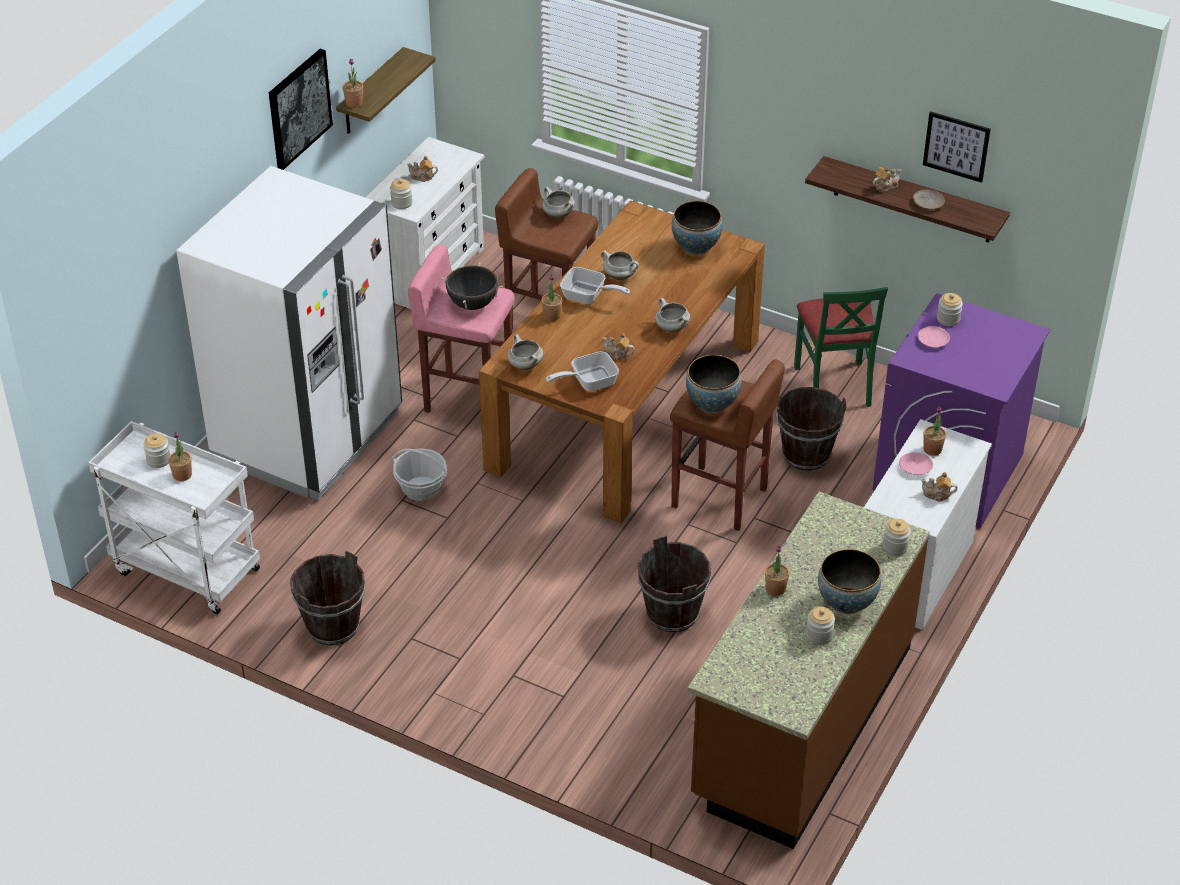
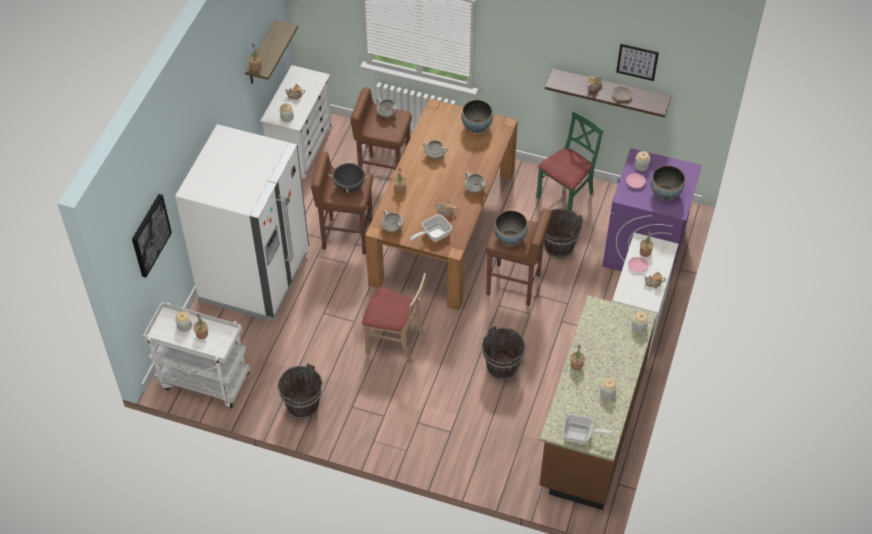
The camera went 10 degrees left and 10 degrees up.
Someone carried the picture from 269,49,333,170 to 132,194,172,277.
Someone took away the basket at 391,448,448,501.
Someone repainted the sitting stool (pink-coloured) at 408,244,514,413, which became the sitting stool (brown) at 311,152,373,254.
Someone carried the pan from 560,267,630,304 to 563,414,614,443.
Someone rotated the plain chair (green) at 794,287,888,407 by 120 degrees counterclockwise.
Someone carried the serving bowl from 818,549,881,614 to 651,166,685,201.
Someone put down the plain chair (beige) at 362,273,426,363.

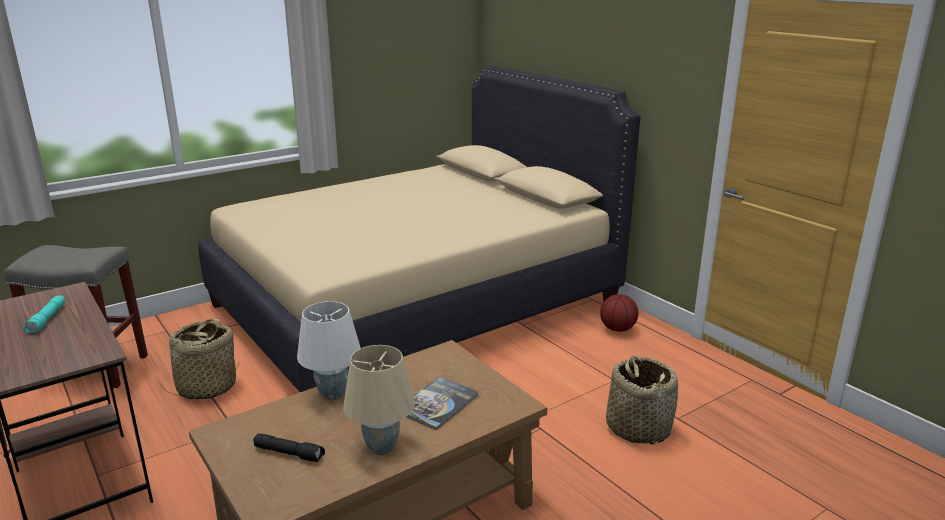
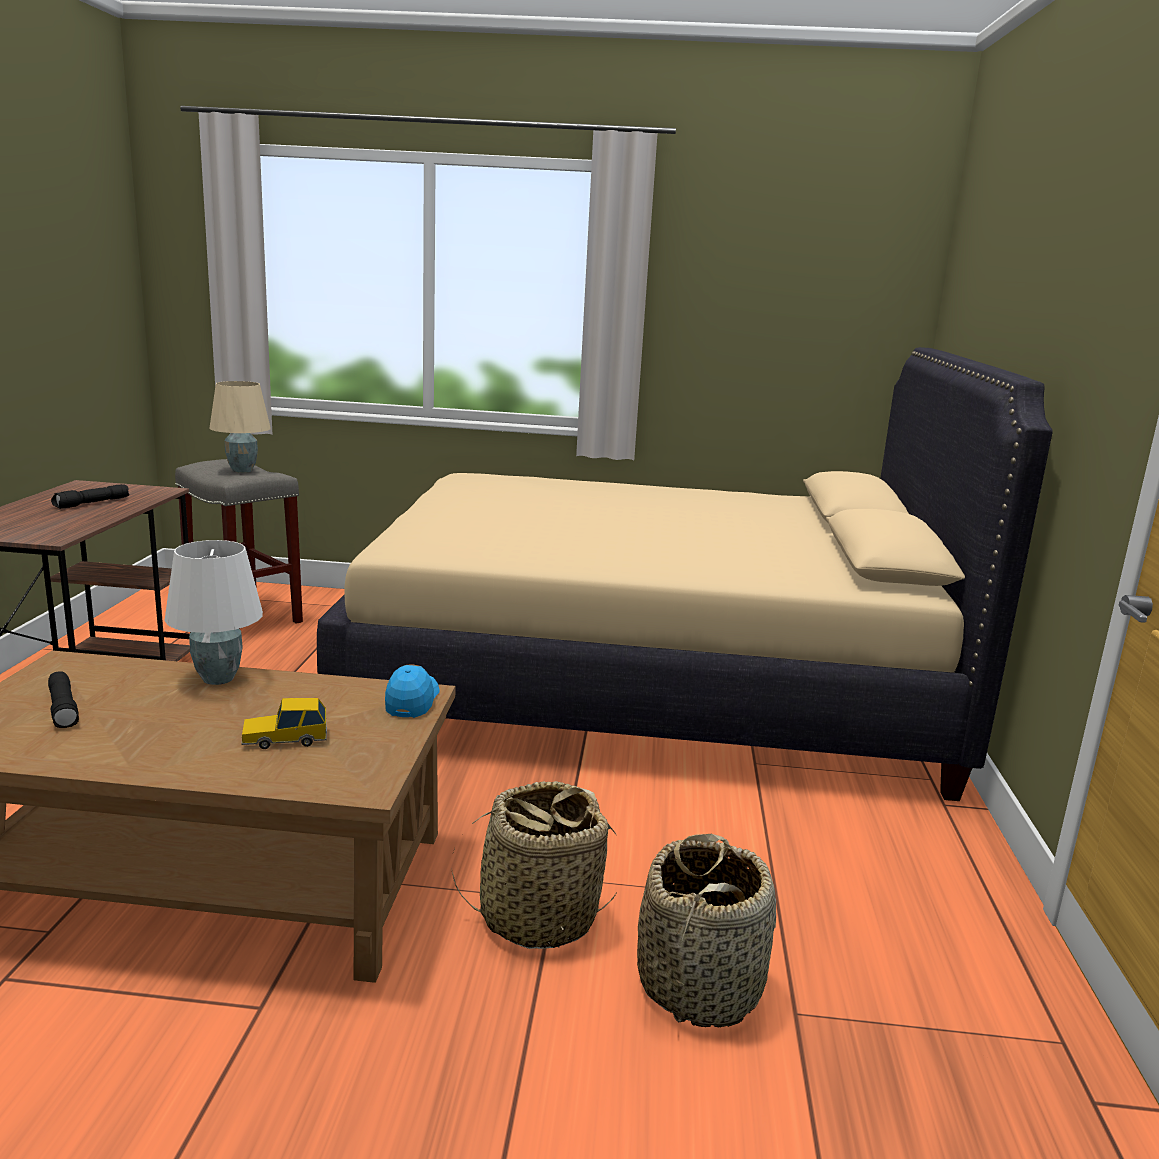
The camera went 40 degrees right and 5 degrees down.
Someone repainted the hand torch (blue-green) at 24,295,65,333, which became the hand torch (black-coloured) at 51,484,129,509.
Someone carried the basket from 161,319,239,399 to 451,781,618,949.
Someone carried the tabletop lamp (beige) from 343,345,415,455 to 209,381,271,473.
Someone swapped the volume at 407,377,479,430 for the toy car at 241,698,327,749.
Someone took away the basketball ball at 600,294,638,332.
Someone put down the cap (blue-coloured) at 385,664,440,718.

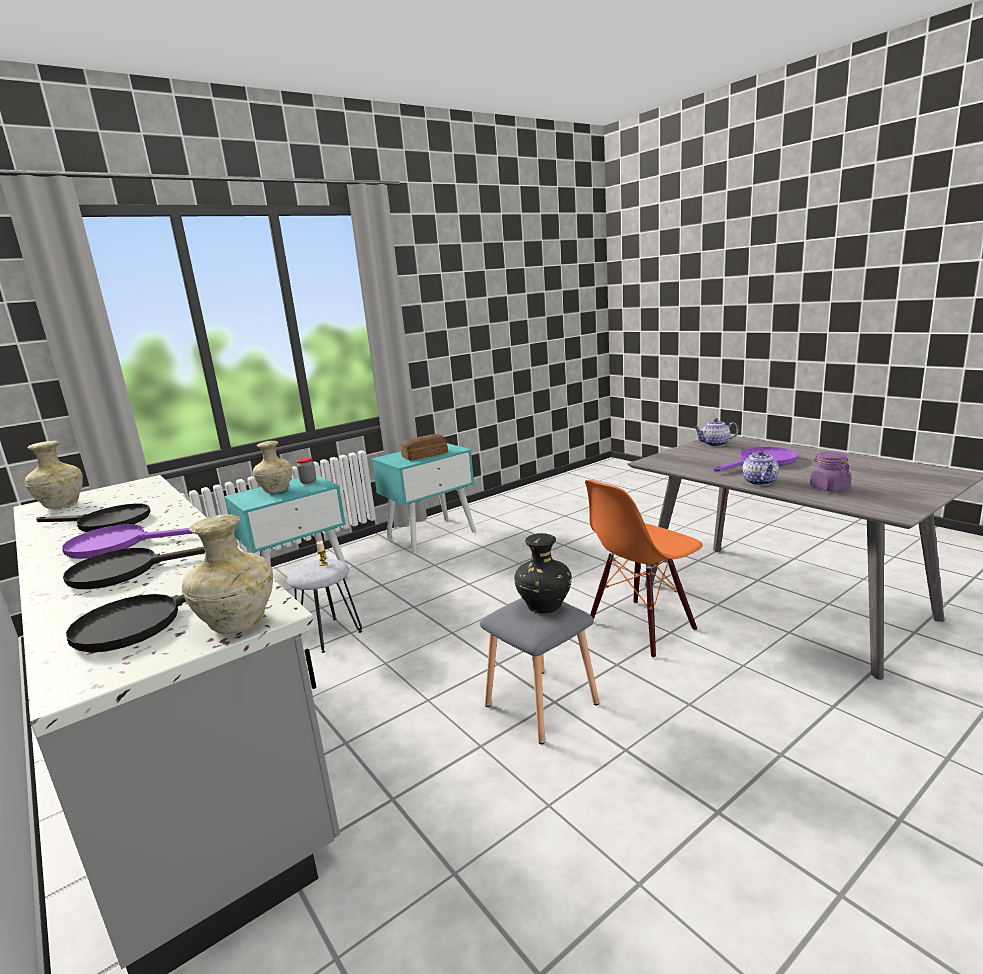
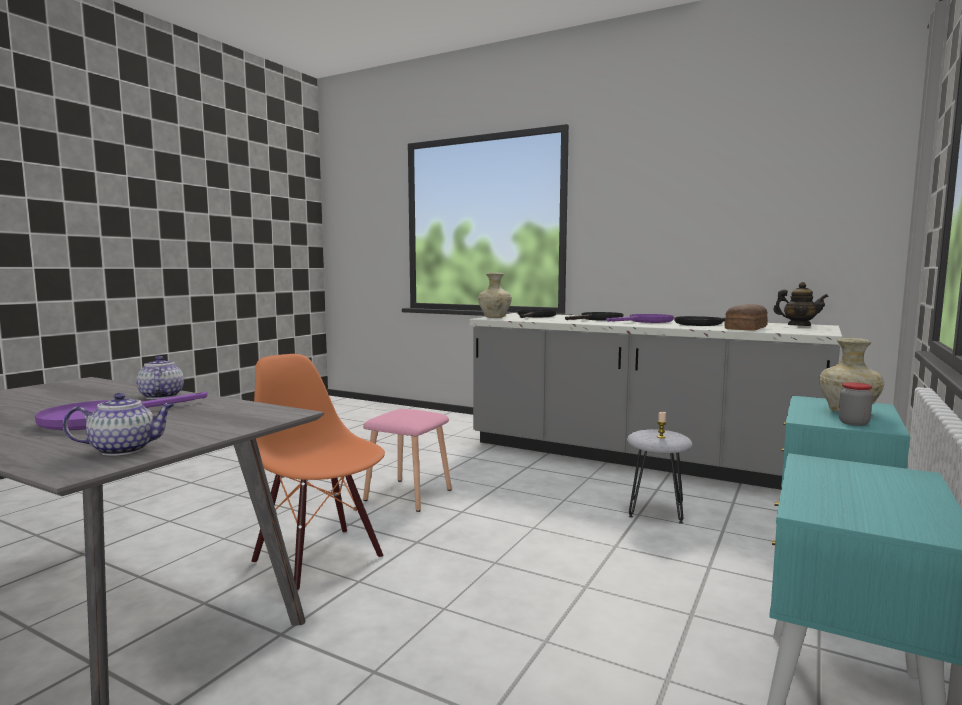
The camera went 155 degrees right and 10 degrees down.
Someone swapped the flower vase (beige) at 25,441,83,508 for the teapot at 773,282,829,326.
Someone carried the bread from 401,434,448,461 to 725,304,768,331.
Someone repainted the sitting stool (gray) at 480,598,599,744, which became the sitting stool (pink-coloured) at 363,409,452,512.
Someone took away the flower vase (black-coloured) at 514,533,572,613.
Someone rotated the plain chair (orangey) at 585,480,703,658 by 75 degrees counterclockwise.
Someone took away the preserve jar (purple-coloured) at 810,452,852,491.

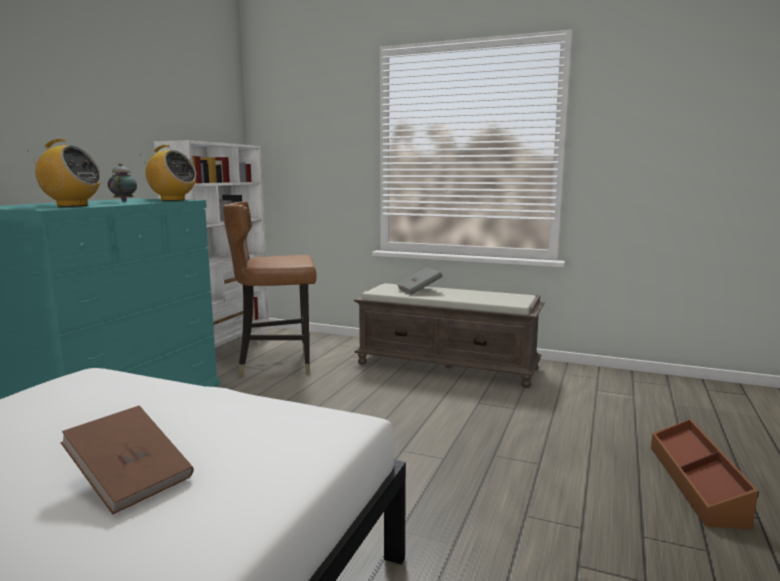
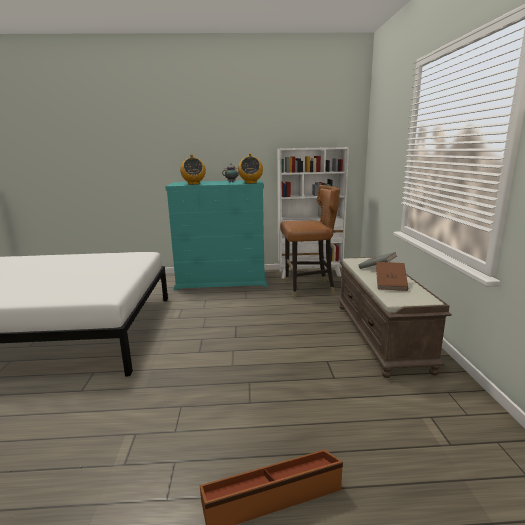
The camera went 65 degrees right and 5 degrees up.
Someone carried the volume (brown) from 61,406,194,514 to 376,262,408,291.
Someone rotated the plain chair (brown) at 222,201,317,377 by 120 degrees clockwise.

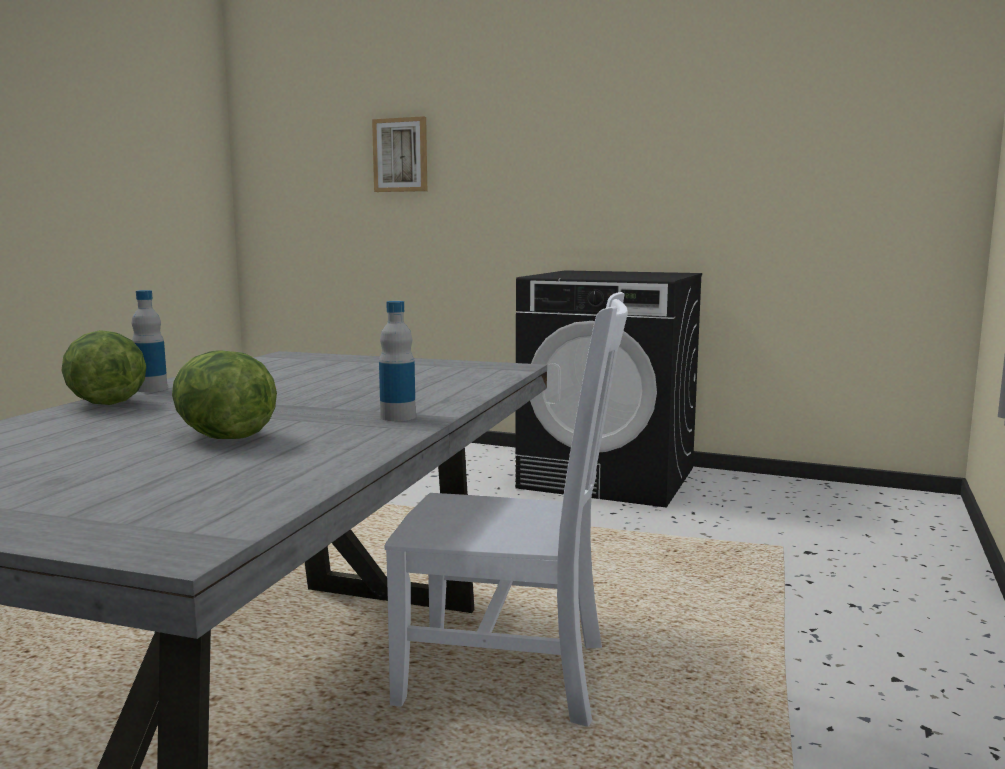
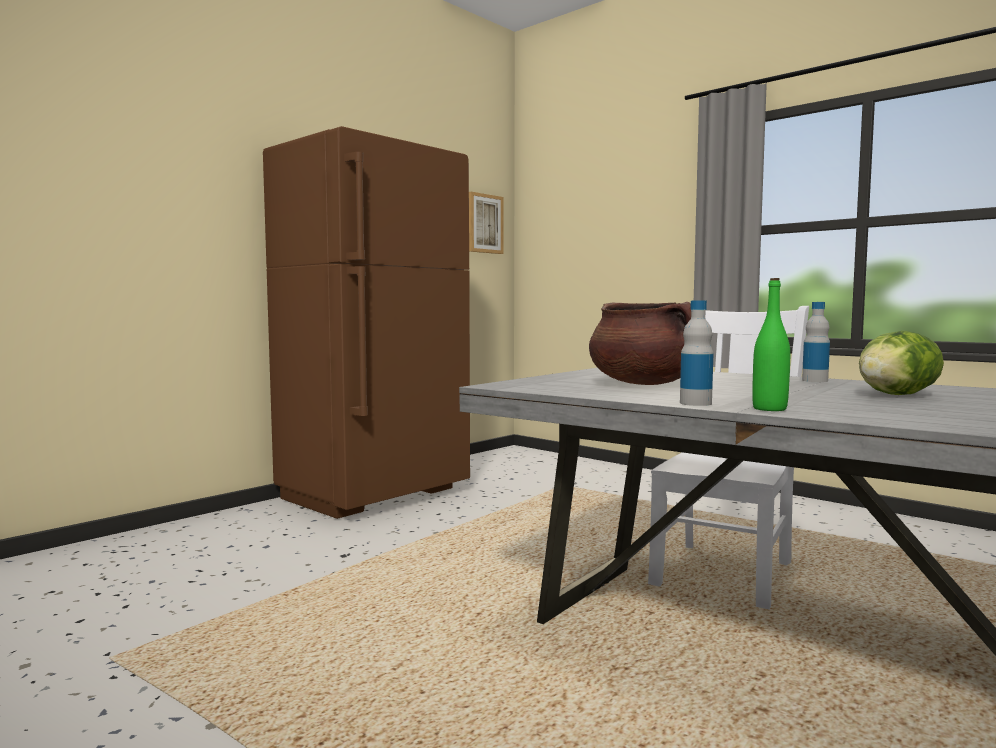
The camera went 70 degrees left and 5 degrees down.
Someone swapped the lettuce head at 61,330,146,405 for the beverage bottle (green) at 752,278,790,411.
Someone carried the picture from 372,116,427,192 to 469,192,504,254.
Someone swapped the washing machine (black-coloured) at 515,270,702,508 for the kitchen fridge (brown) at 263,126,470,519.
Someone put down the saucepot (brown) at 589,302,691,385.

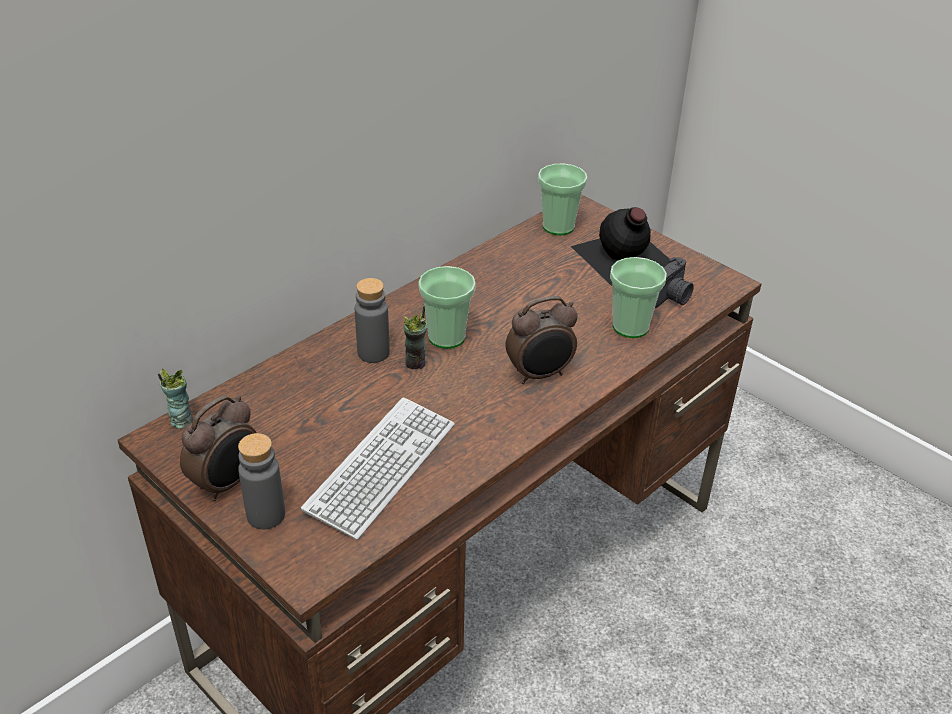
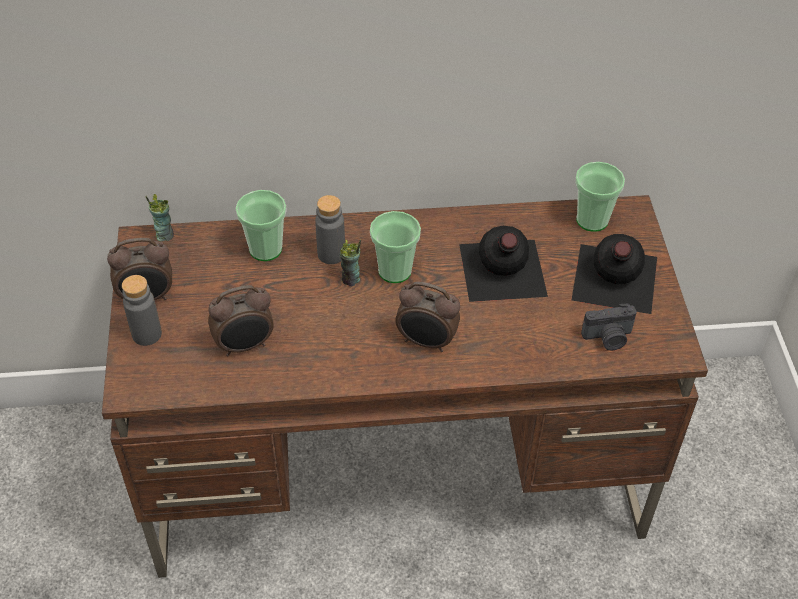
The camera went 40 degrees right and 10 degrees up.
Someone swapped the PC keyboard at 301,398,455,540 for the table clock at 208,285,274,357.
Someone carried the drinking cup from 610,257,667,338 to 236,190,287,261.
Someone put down the beverage bottle (black-coloured) at 459,226,548,302.

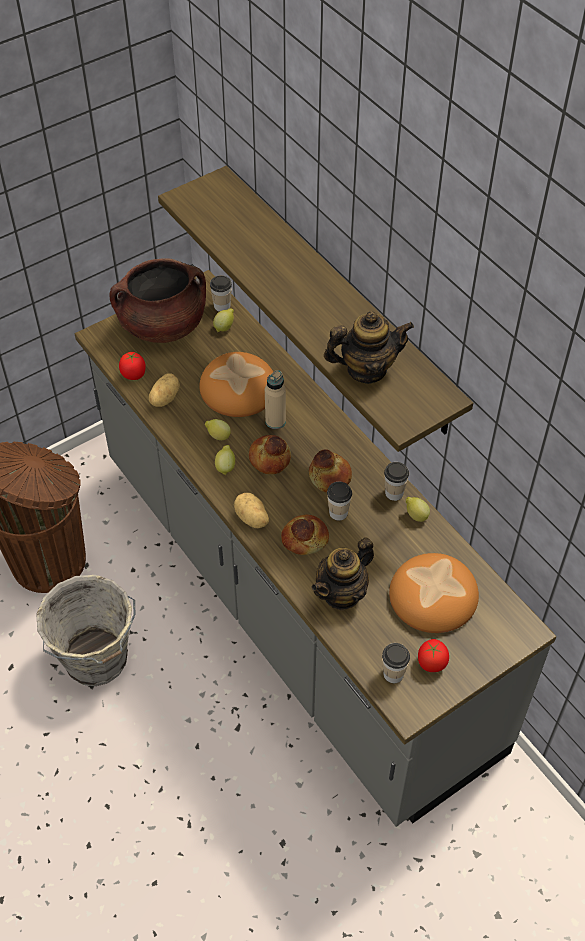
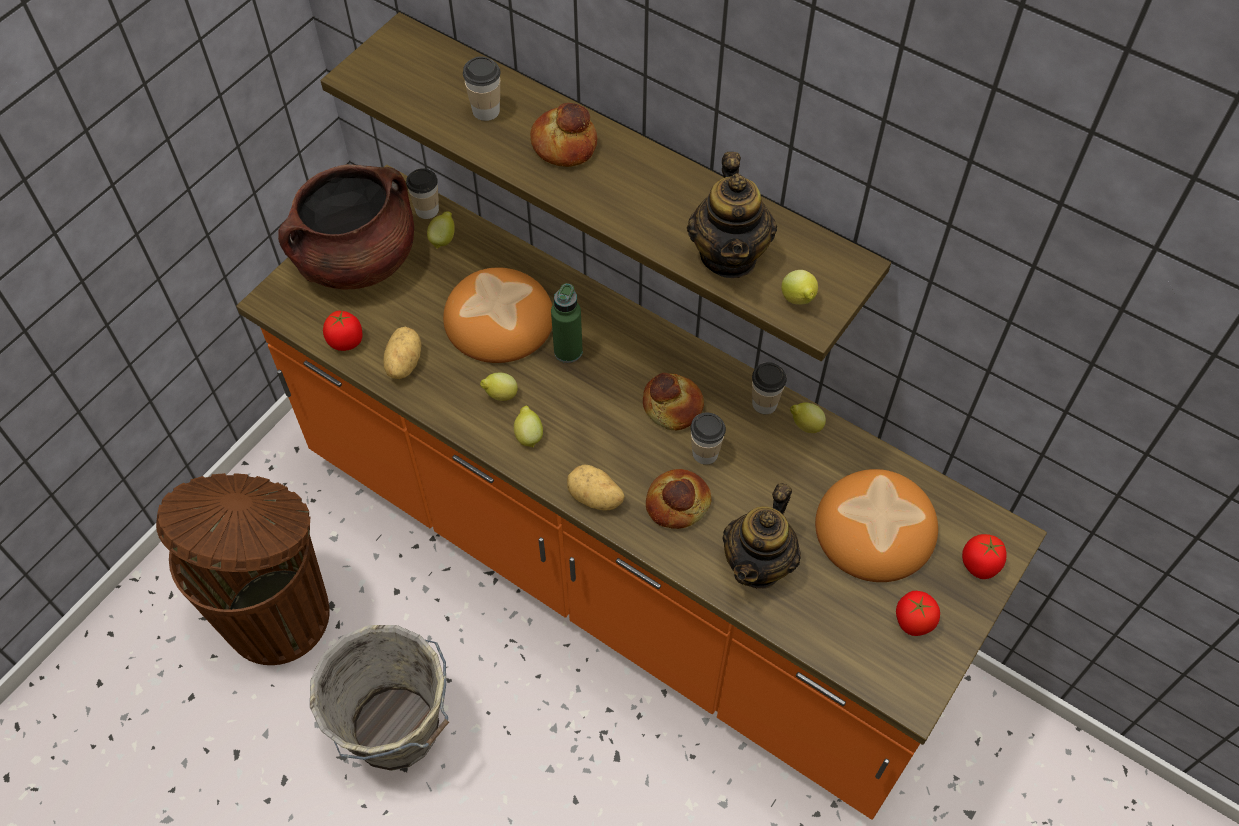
The camera went 20 degrees left and 5 degrees up.
Someone repainted the counter (gray) at 75,270,556,827, which became the counter (orangey) at 236,165,1047,820.
Someone carried the bread from 249,435,291,474 to 530,103,597,167.
Someone repainted the beverage bottle (beige) at 265,370,286,429, which became the beverage bottle (green) at 551,283,583,363.
Someone rotated the teapot at 324,311,414,384 by 120 degrees clockwise.
Someone carried the drinking cup from 382,643,410,683 to 463,56,501,121.
Someone put down the citrus fruit at 781,270,818,305.
Someone put down the tomato at 962,534,1007,579.

